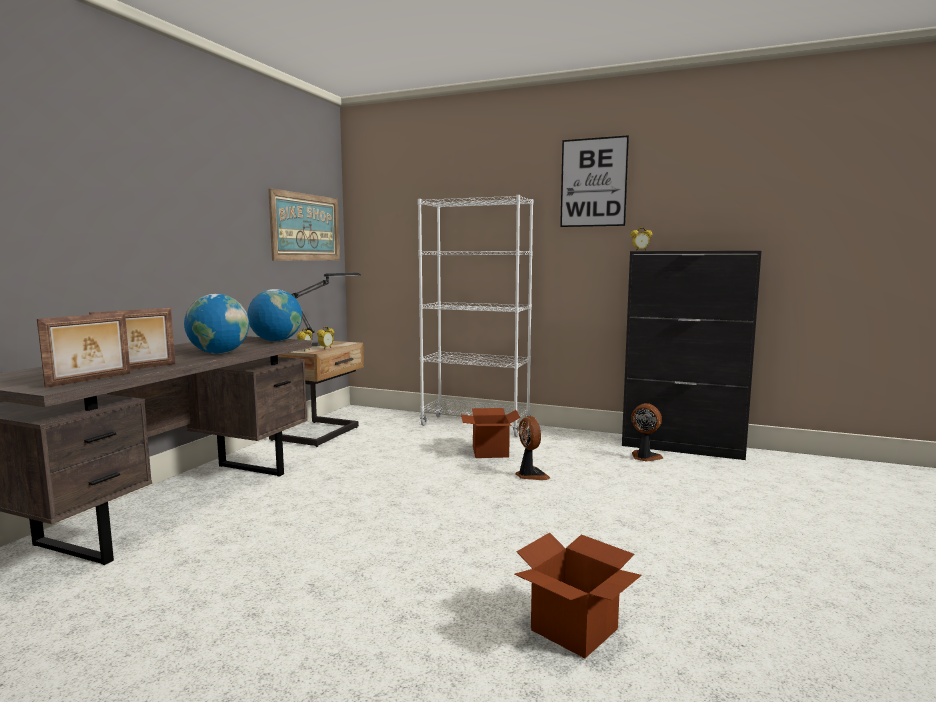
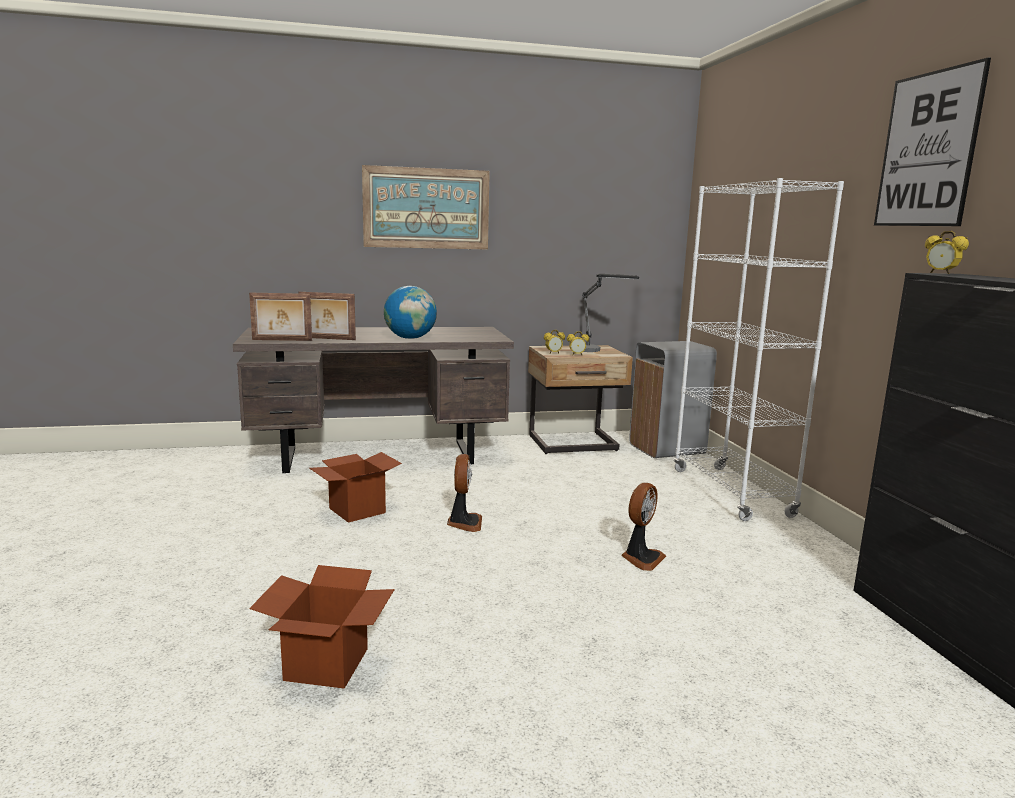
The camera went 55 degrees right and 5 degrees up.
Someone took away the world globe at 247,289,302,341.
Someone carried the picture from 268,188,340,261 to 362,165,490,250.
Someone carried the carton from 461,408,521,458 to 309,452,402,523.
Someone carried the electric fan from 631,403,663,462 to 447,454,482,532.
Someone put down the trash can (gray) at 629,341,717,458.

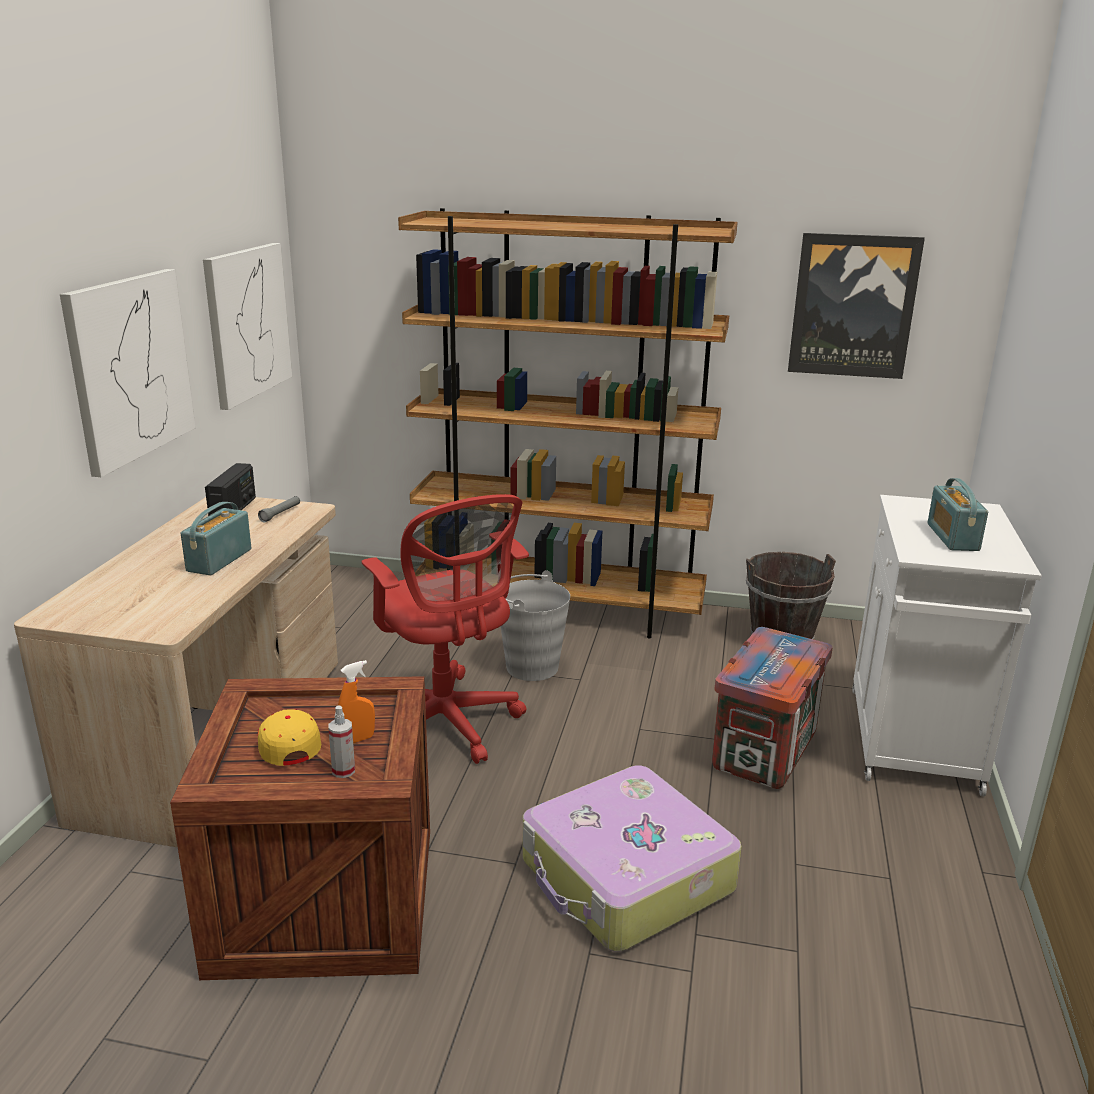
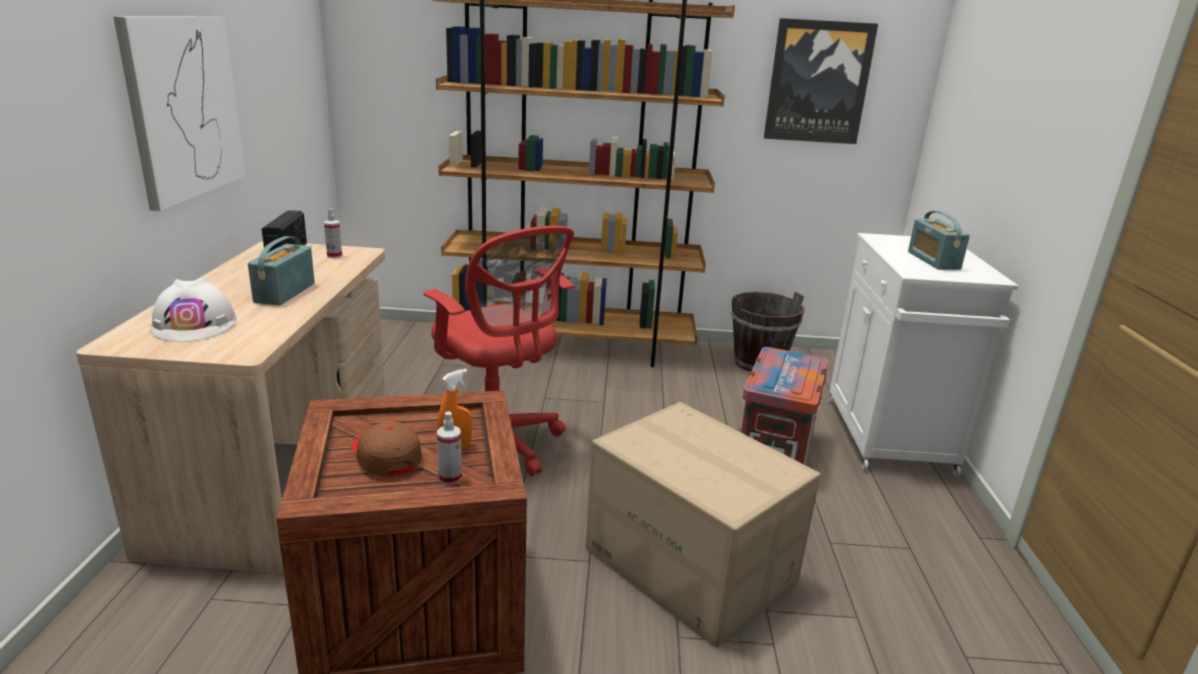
The camera went 10 degrees left and 0 degrees up.
Someone took away the picture at 203,243,292,410.
Someone swapped the hand torch (gray) at 258,496,300,522 for the sprayer at 324,209,342,258.
Someone repainted the cap (yellow-coloured) at 258,709,321,766, which became the cap (brown) at 352,421,422,477.
Someone took away the water bucket (gray) at 501,570,570,681.
Someone swapped the travel case at 522,765,742,952 for the carton at 585,402,821,648.
Someone put down the safety helmet (white-coloured) at 150,278,237,342.

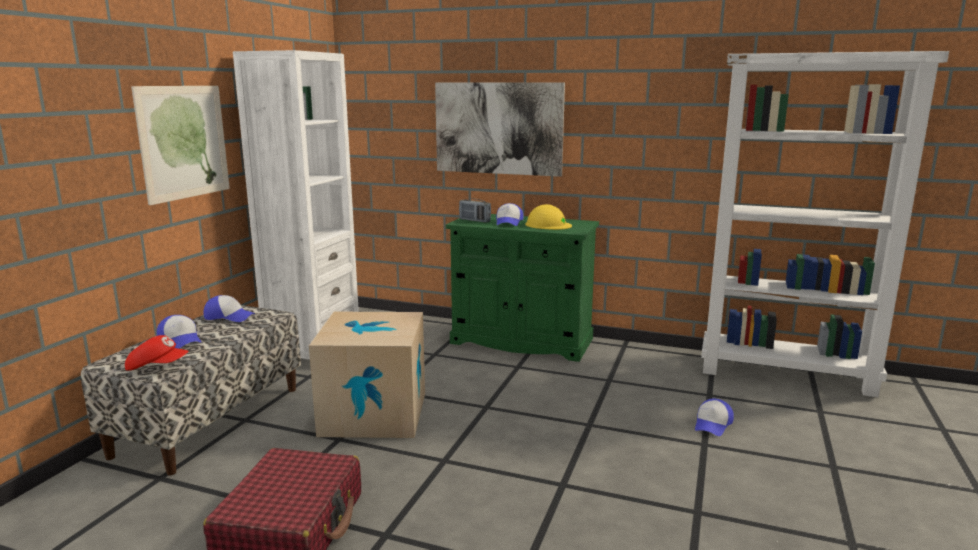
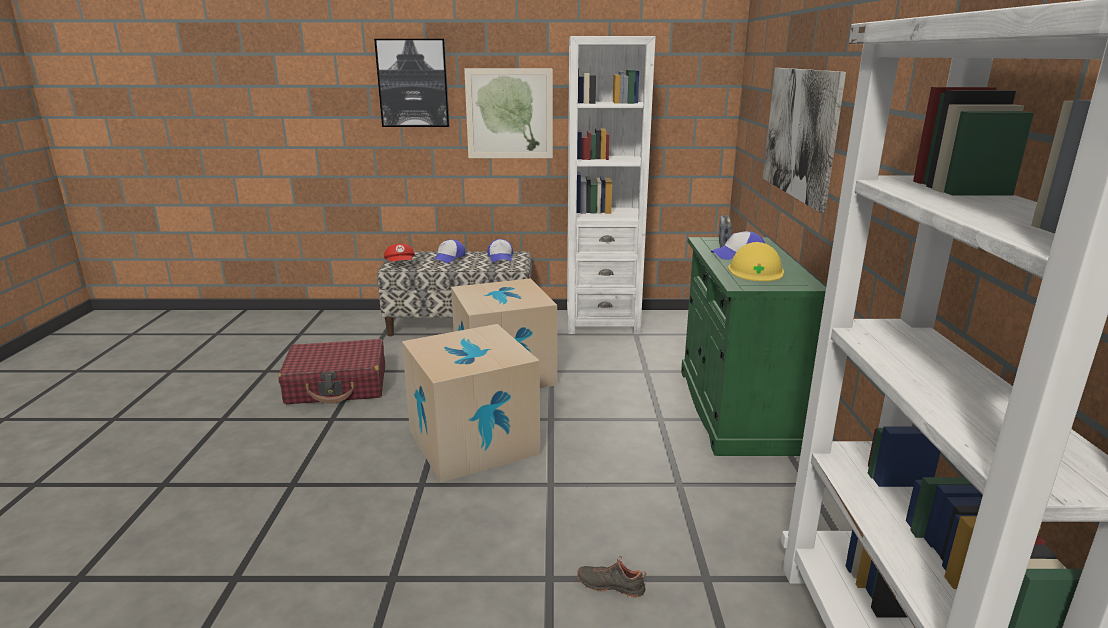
The camera went 70 degrees right and 5 degrees up.
Someone swapped the cap at 695,399,734,436 for the shoe (black-coloured) at 577,556,646,598.
Someone put up the picture at 374,39,450,127.
Someone put down the carton at 402,324,540,483.

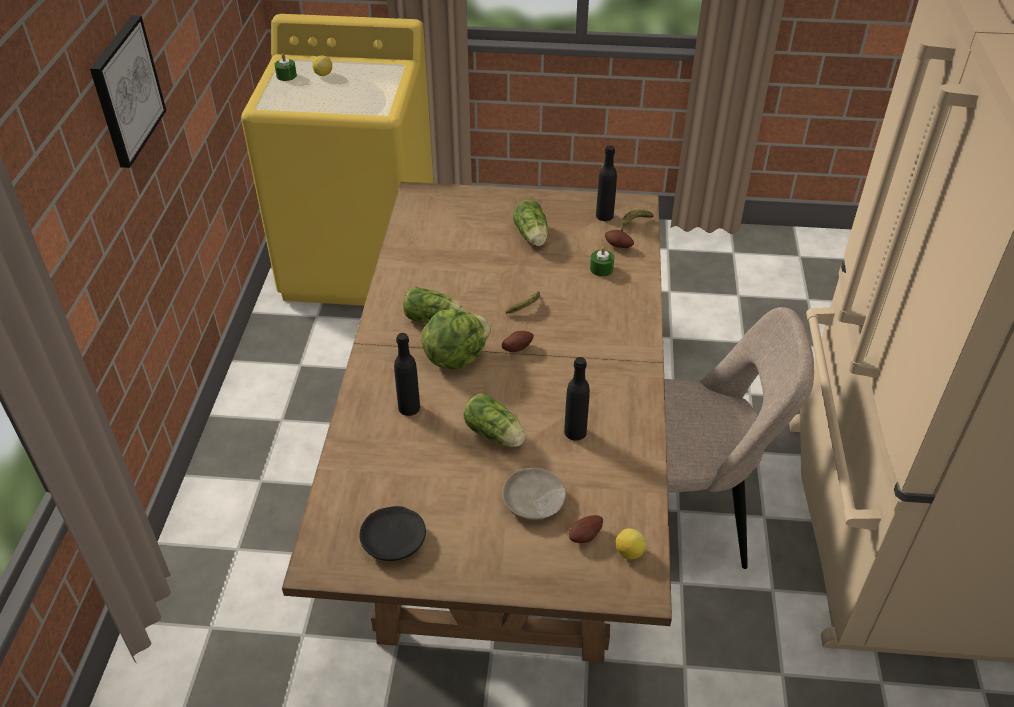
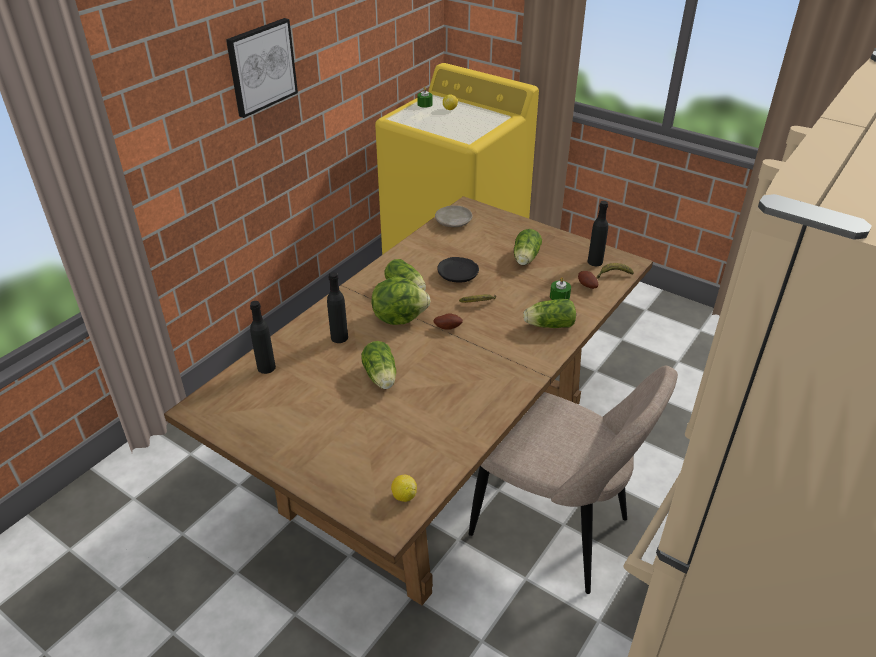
The camera went 30 degrees right and 5 degrees down.
Someone carried the dinner plate (black-coloured) from 359,506,426,561 to 437,257,479,283.
Someone carried the dinner plate (beige) from 502,468,566,521 to 435,205,473,227.
Someone carried the beverage bottle (black-coloured) from 564,357,590,441 to 250,301,276,374.
Someone took away the whole potato at 569,515,603,543.
Someone put down the lettuce head at 523,299,576,328.

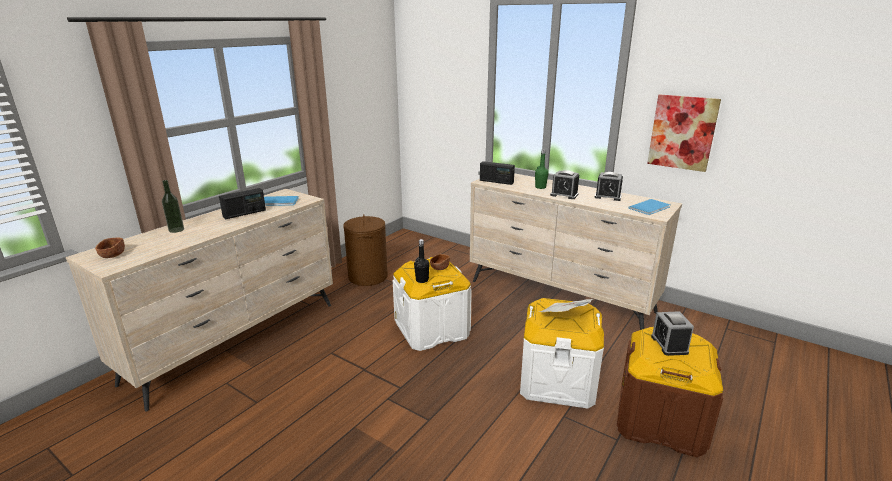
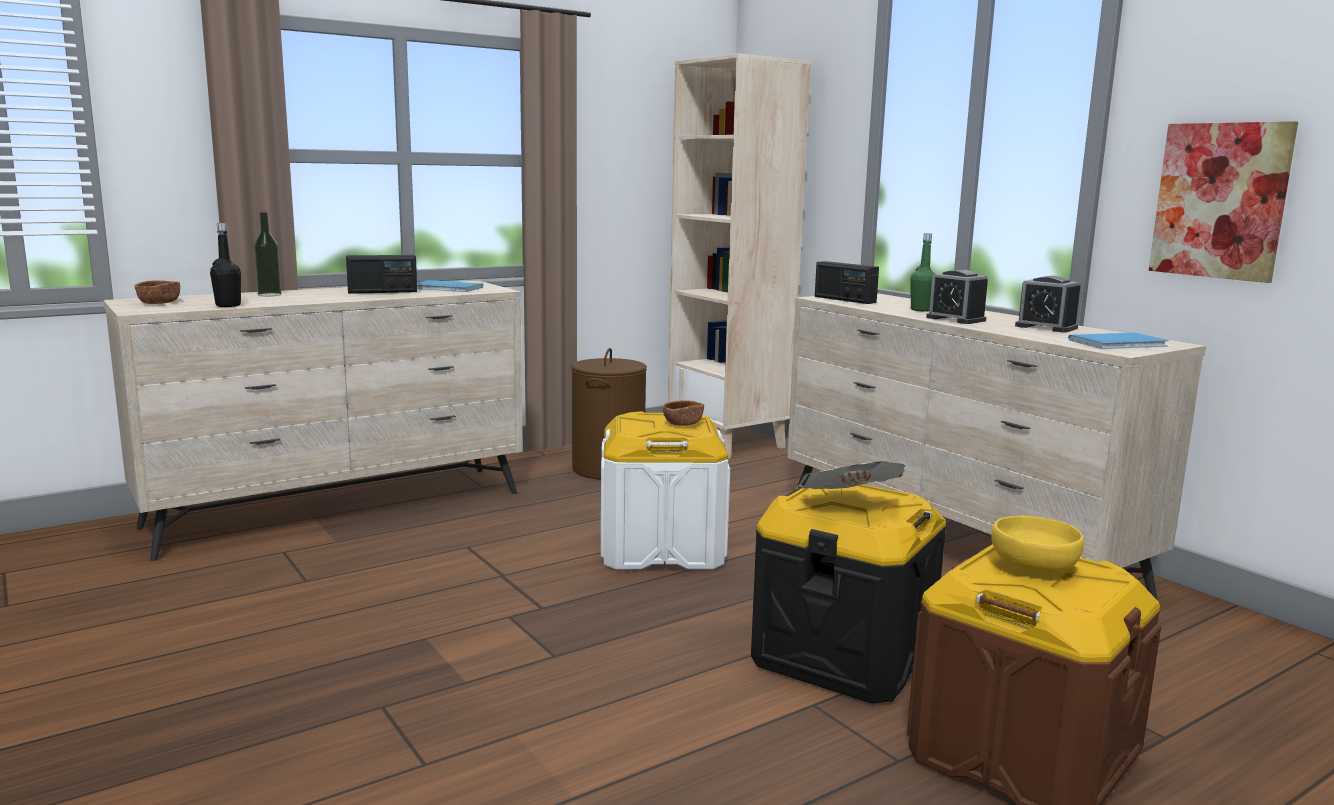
The camera went 20 degrees right and 10 degrees down.
Someone carried the beverage bottle (black-coloured) from 414,239,430,283 to 210,223,241,307.
Someone repainted the storage bin (white-coloured) at 520,298,604,409, which became the storage bin (black-coloured) at 751,484,946,703.
Someone swapped the table clock at 651,311,694,356 for the serving bowl (yellow-coloured) at 991,516,1084,574.
Someone put down the bookcase (beige) at 668,53,811,459.

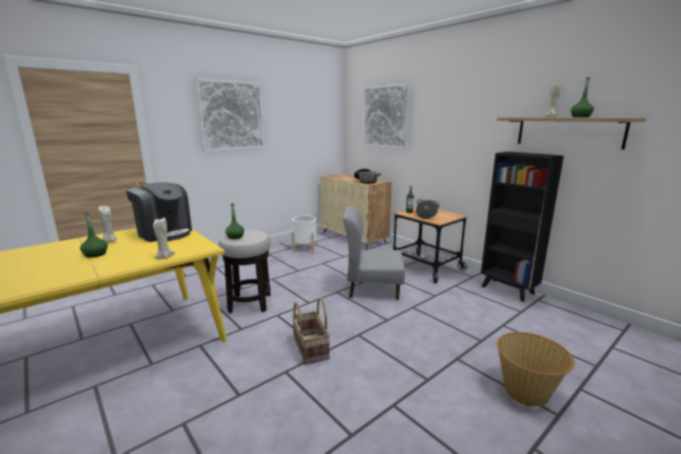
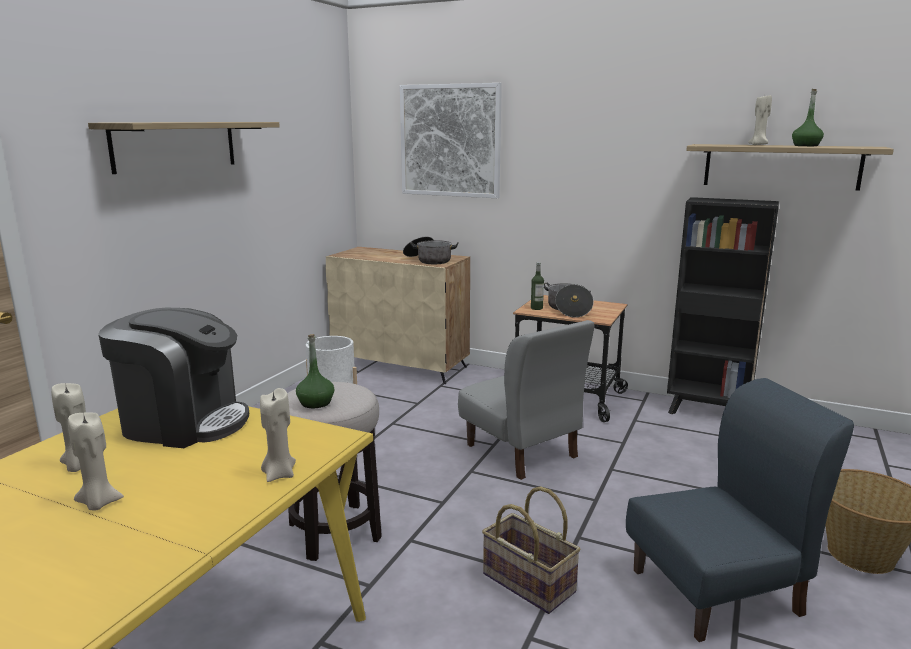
The camera went 25 degrees left and 0 degrees up.
Someone swapped the beverage bottle (green) at 80,212,108,258 for the candle (beige) at 68,412,124,510.
Someone swapped the picture at 195,78,265,152 for the bracket shelf at 88,122,280,174.
Someone rotated the plain chair (gray) at 343,206,405,300 by 105 degrees counterclockwise.
Someone put down the plain chair (blue-coloured) at 626,378,854,642.

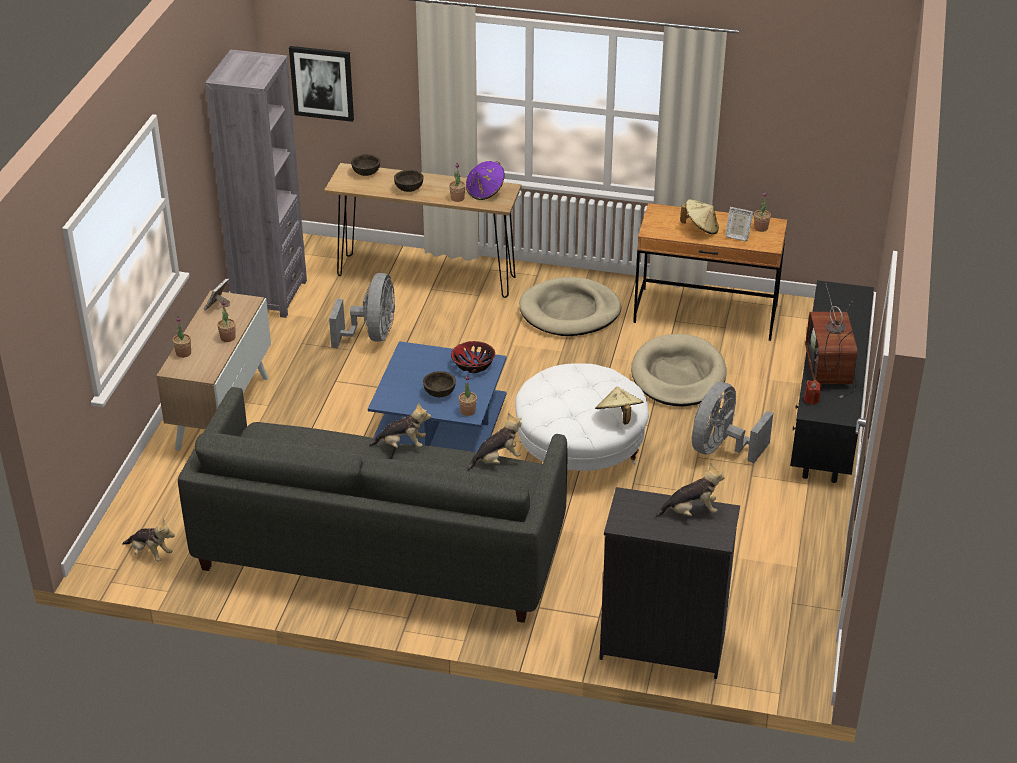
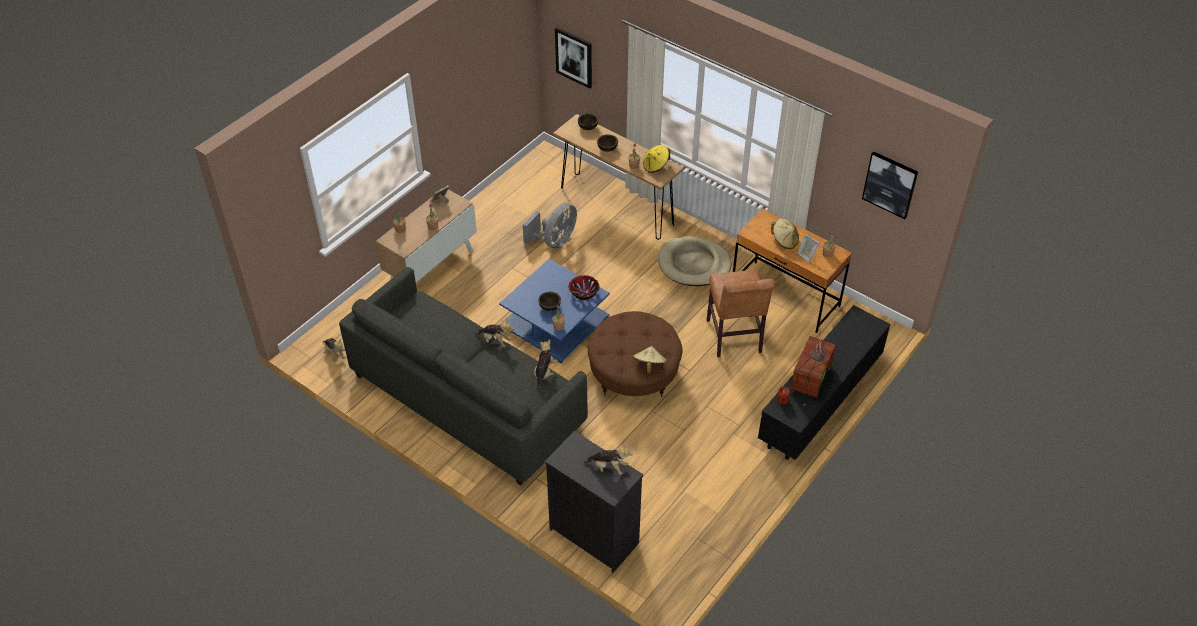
The camera went 25 degrees right and 10 degrees up.
Someone took away the bookcase (gray) at 205,50,307,318.
Someone repainted the hat (purple-coloured) at 466,161,505,200, which became the hat (yellow-coloured) at 643,145,670,173.
Someone rotated the soft toy at 467,413,522,471 by 75 degrees counterclockwise.
Someone repainted the footrest (white-coloured) at 515,363,649,471, which became the footrest (brown) at 587,311,682,397.
Someone swapped the pet bed (beige) at 631,334,726,406 for the plain chair (brown) at 707,270,775,358.
Someone took away the electric fan (gray) at 692,382,773,463.
Someone put up the picture at 862,151,918,219.

